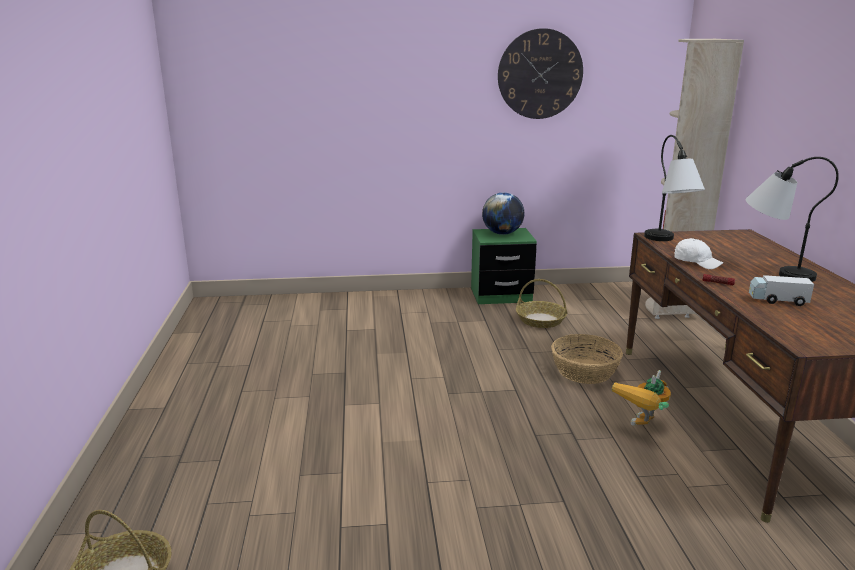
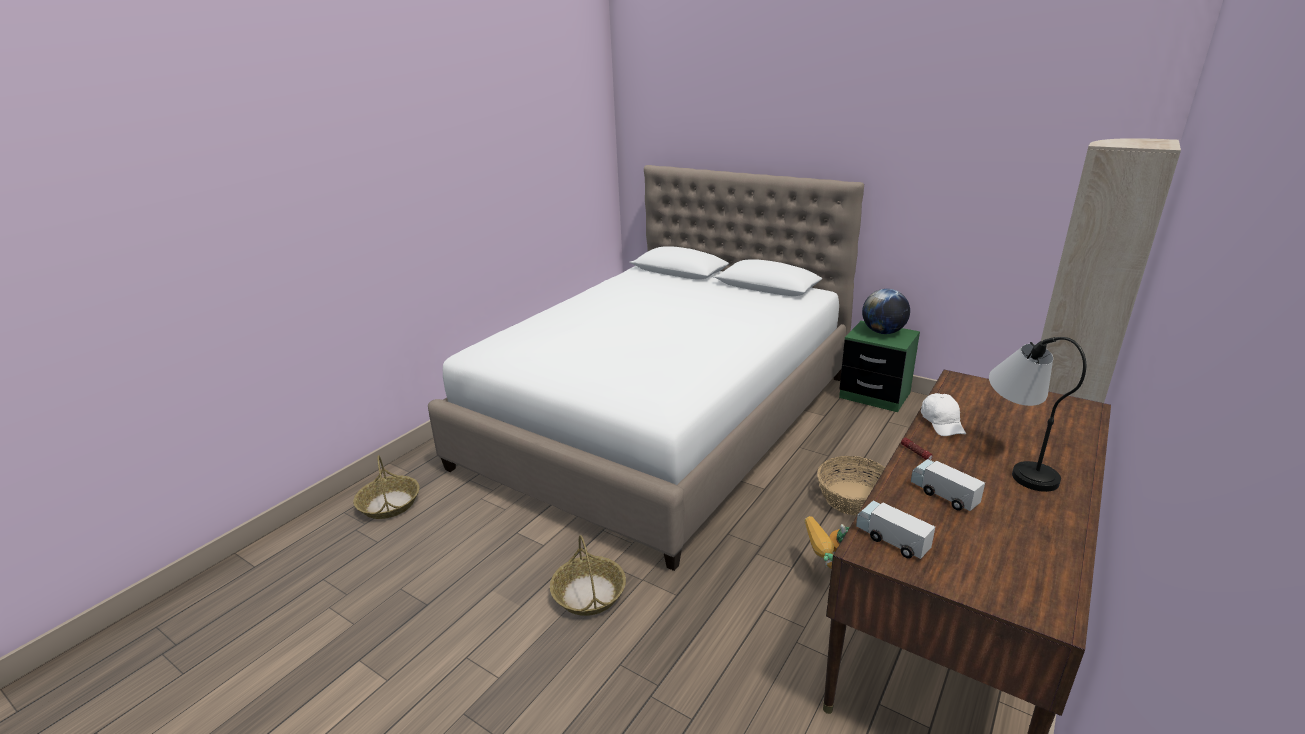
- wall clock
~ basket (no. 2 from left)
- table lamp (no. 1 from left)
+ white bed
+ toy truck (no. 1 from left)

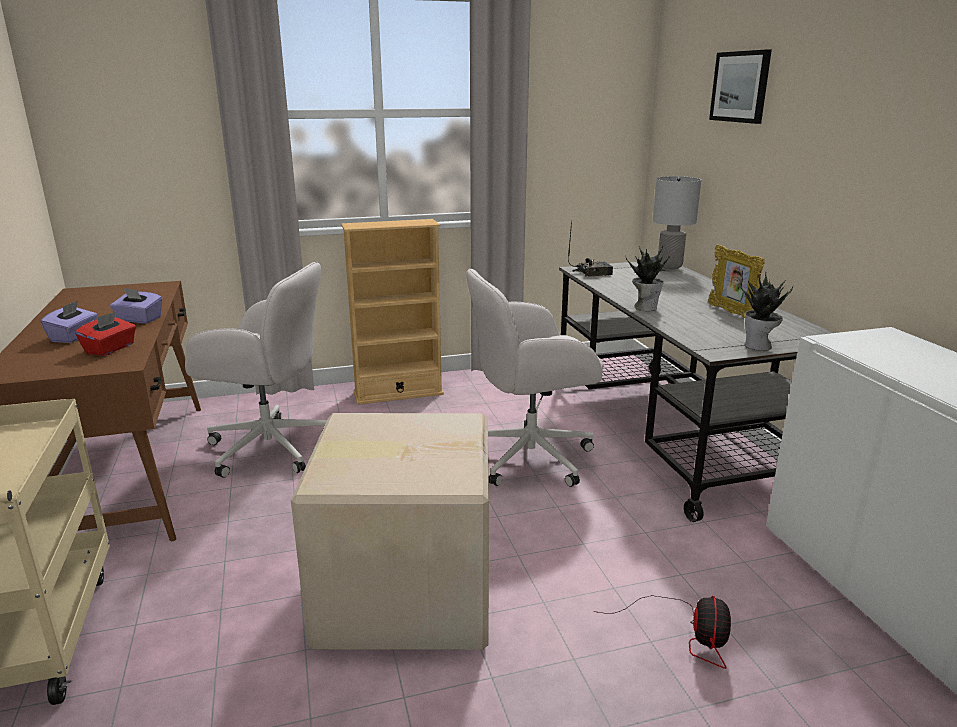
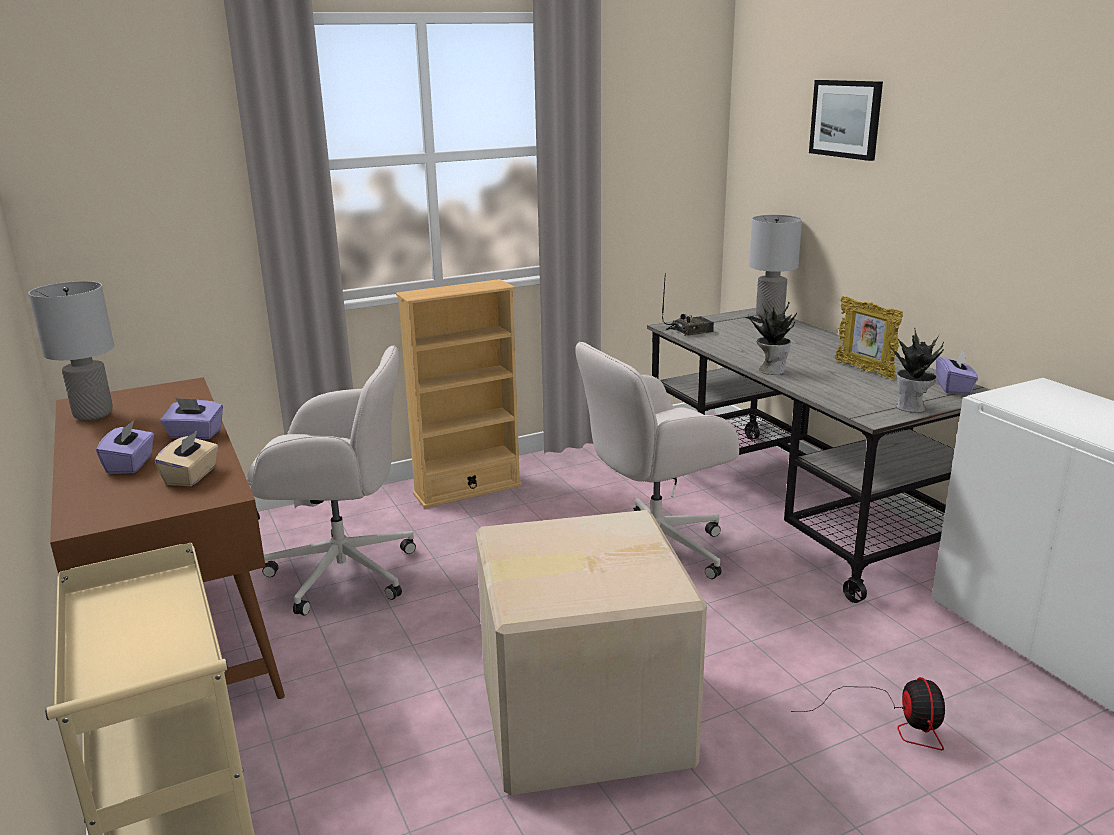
~ red tissue box to beige tissue box
+ grey table lamp (no. 1 from left)
+ purple tissue box (no. 3 from left)

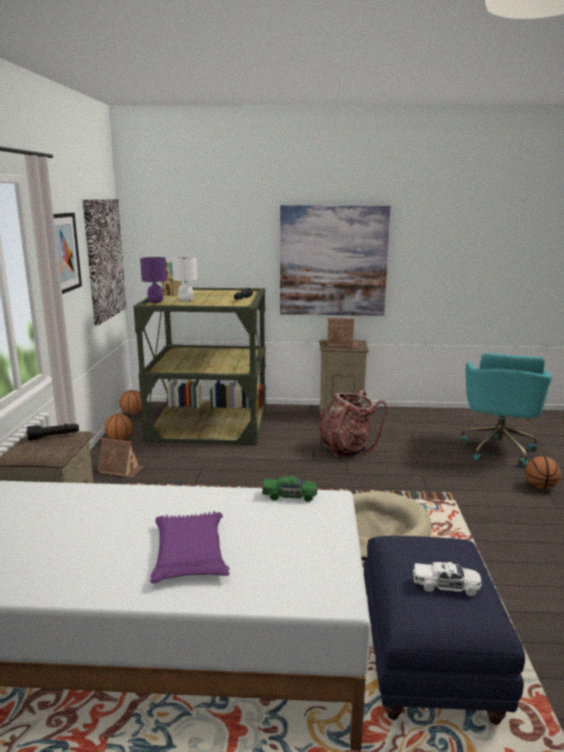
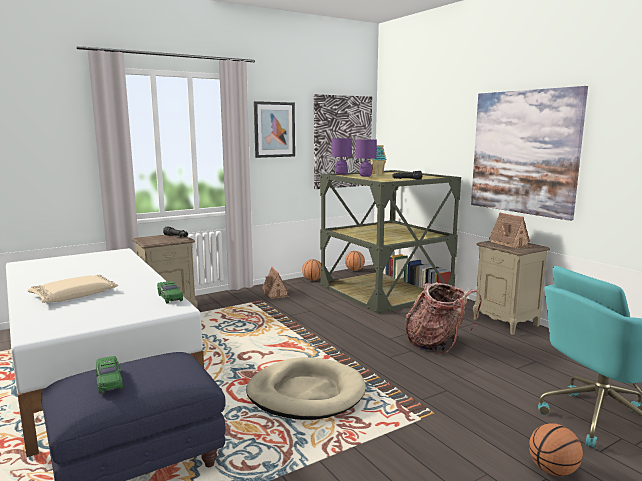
~ purple pillow to beige pillow
~ white table lamp to purple table lamp (no. 2 from left)
~ white toy car to green toy car (no. 1 from left)

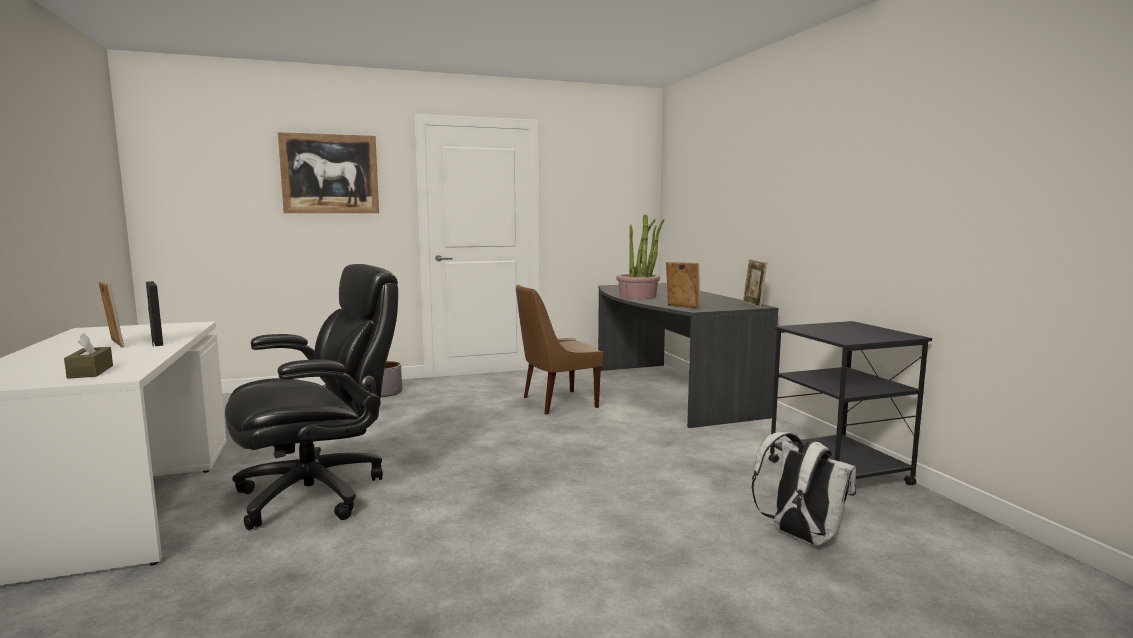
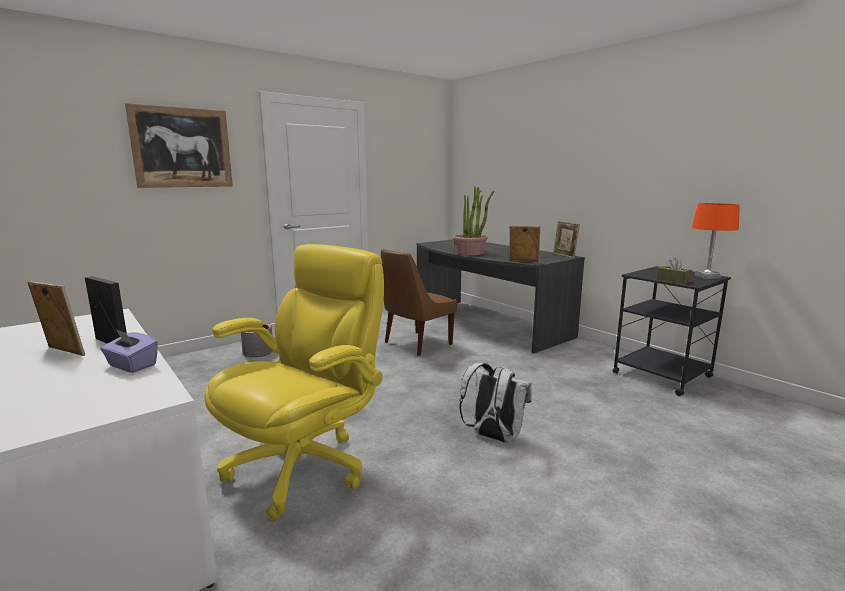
~ brown tissue box
~ black office chair to yellow office chair
~ white backpack
+ purple tissue box
+ orange table lamp

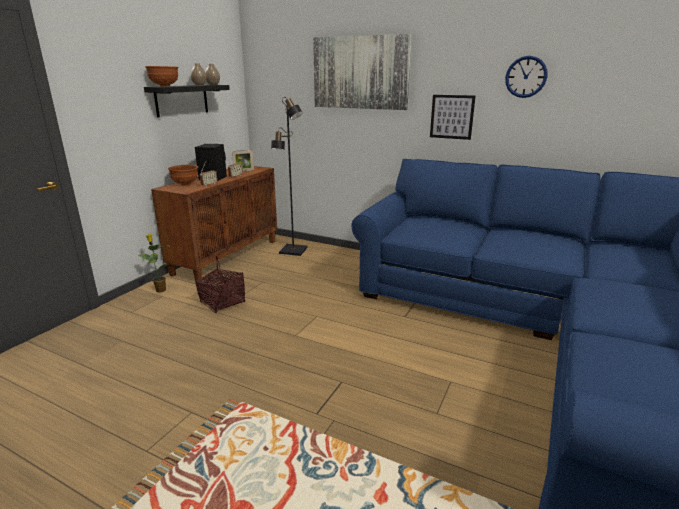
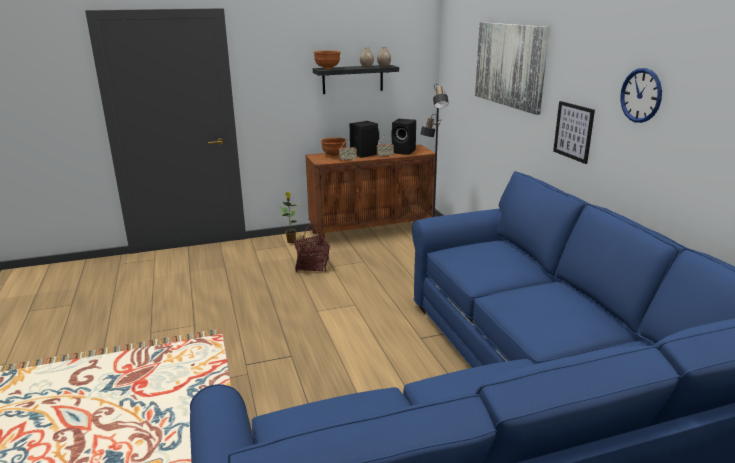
~ picture frame to black speaker (no. 2 from left)

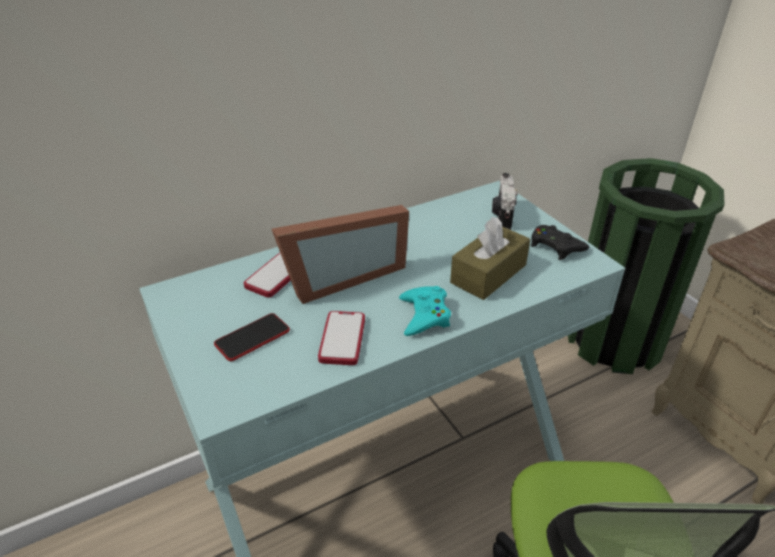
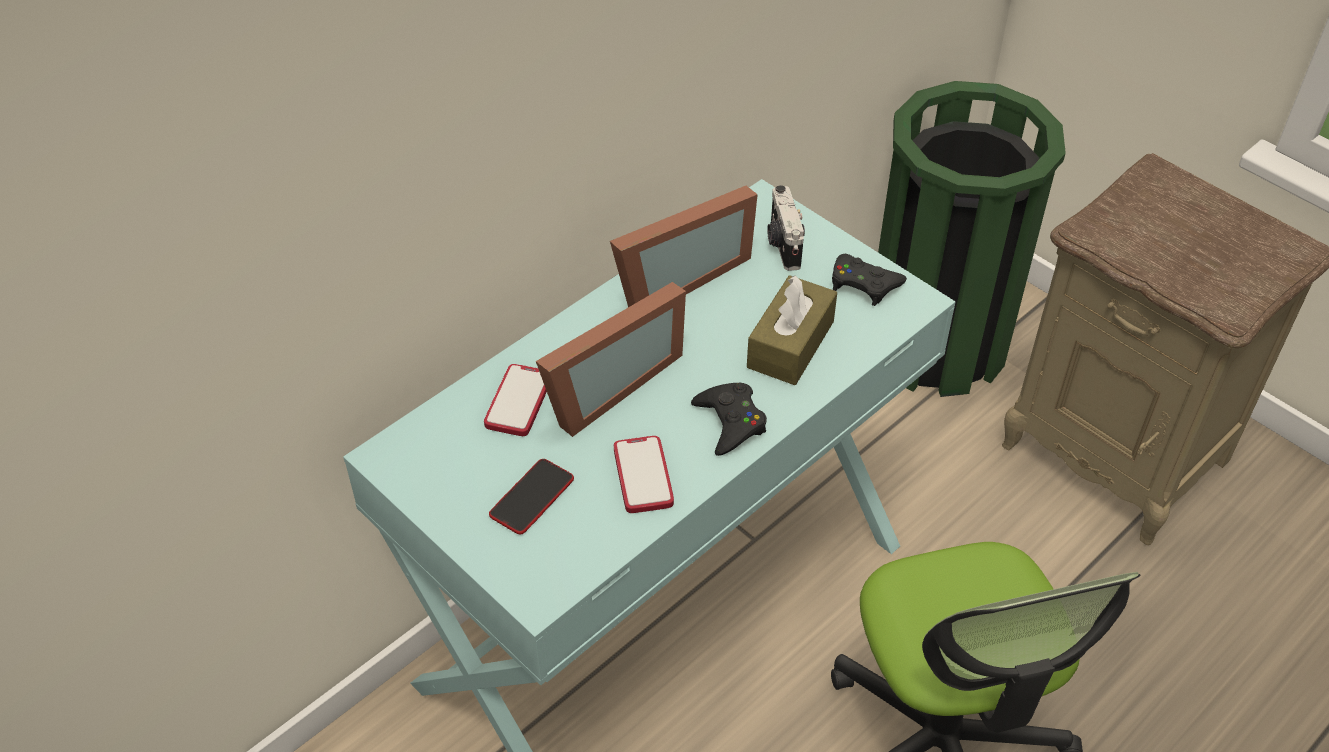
~ turquoise game controller to black game controller (no. 1 from left)
+ picture frame (no. 2 from left)

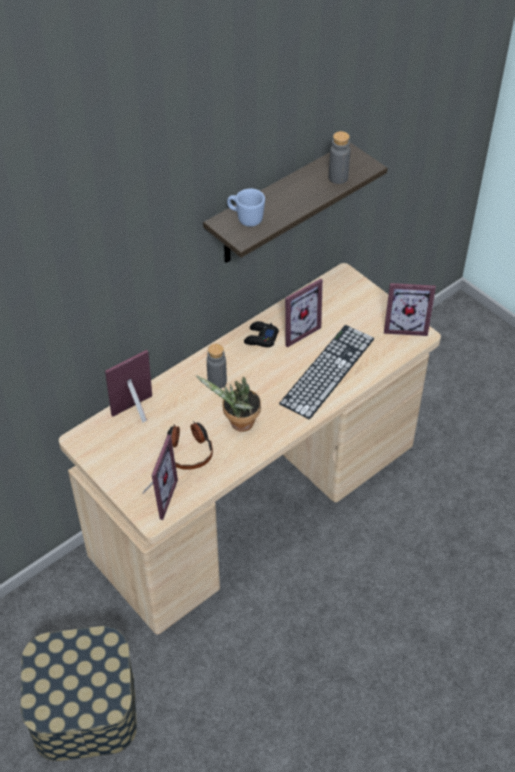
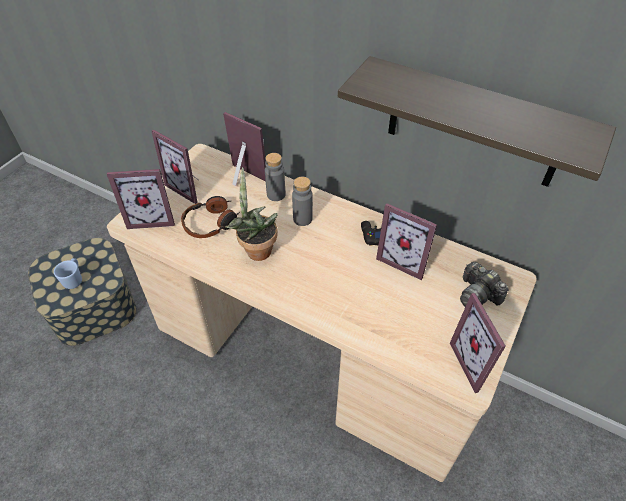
~ blue mug
- keyboard
~ grey bottle (no. 2 from left in the first image) to grey bottle (no. 1 from left)
+ picture frame (no. 2 from left)
+ photo camera

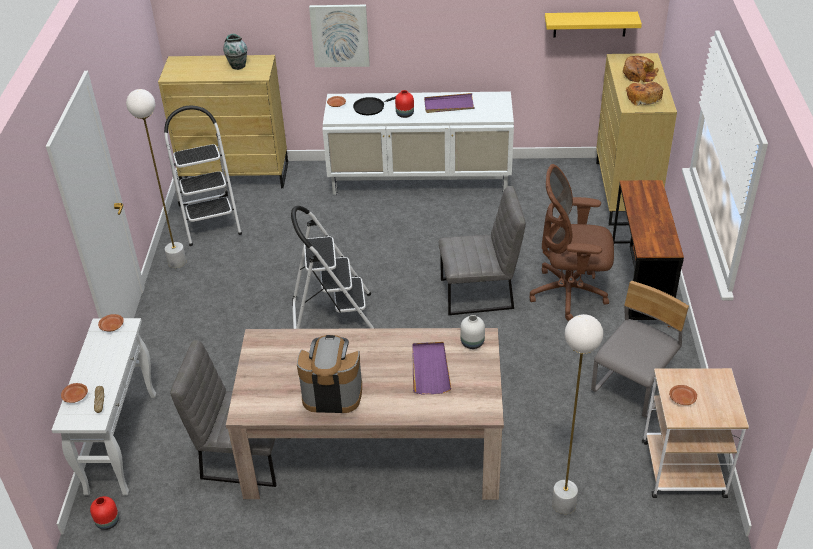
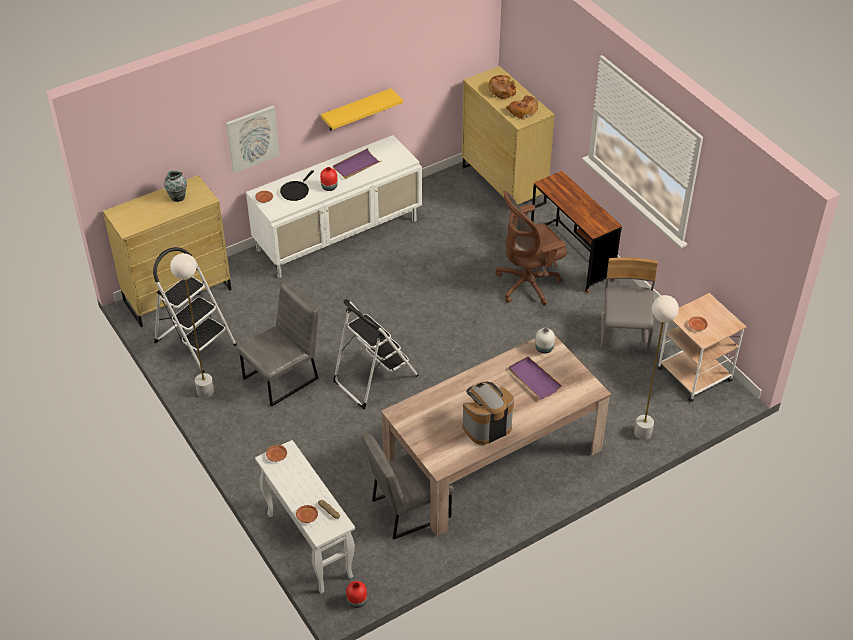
~ grey chair (no. 2 from left in the first image) to grey chair (no. 1 from left)
~ yellow shelf

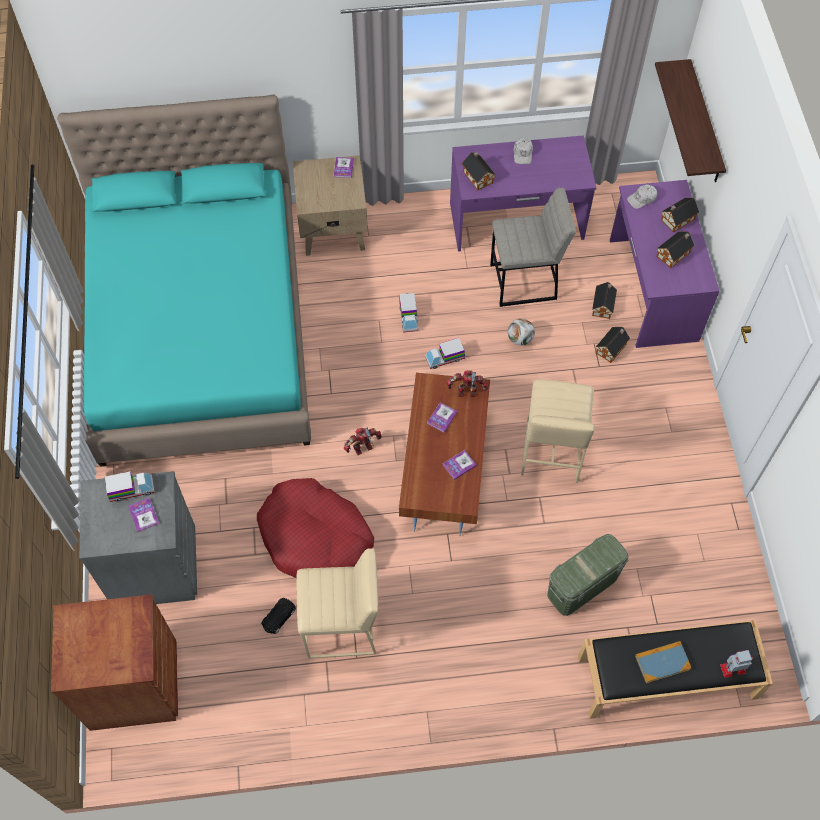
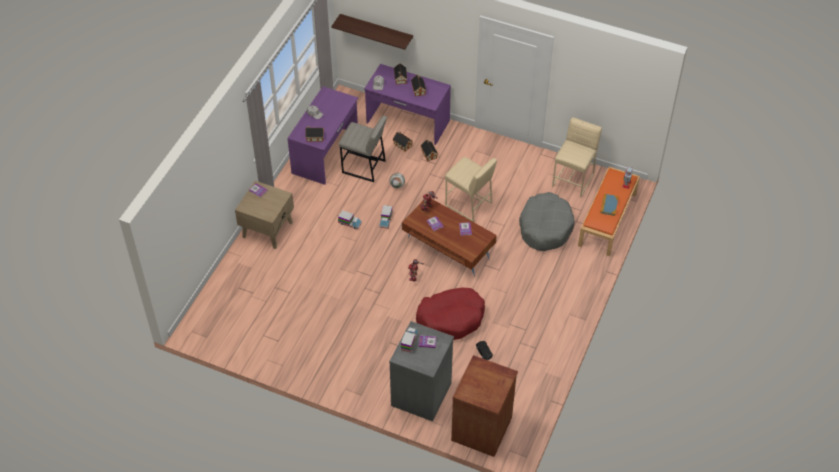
- turquoise bed
~ beige stool (no. 1 from left in the first image) to beige stool (no. 2 from left)
~ grey chair 90 degrees clockwise
~ green storage box to grey dog bed
~ black bench to orange bench

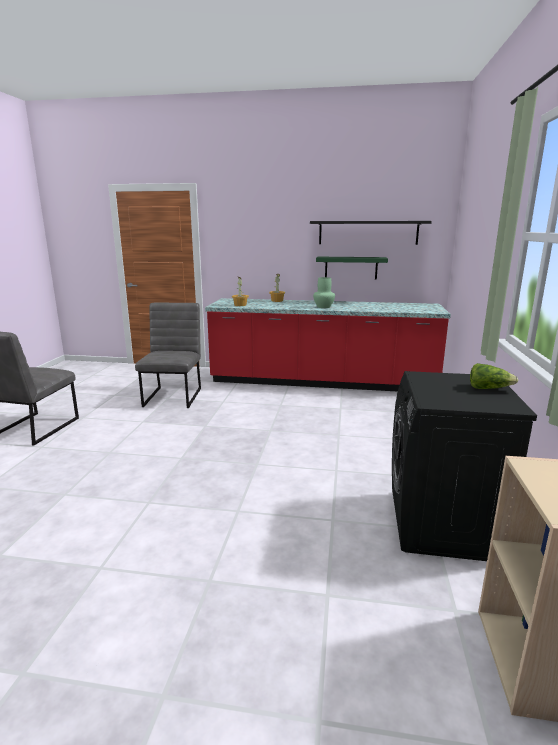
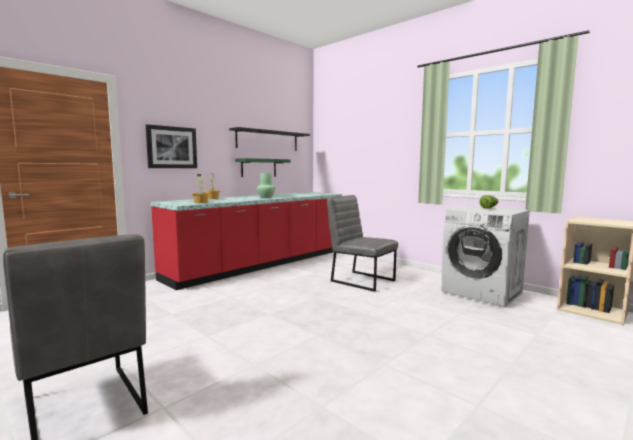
~ grey chair (no. 2 from left)
~ black washing machine to white washing machine
+ picture

